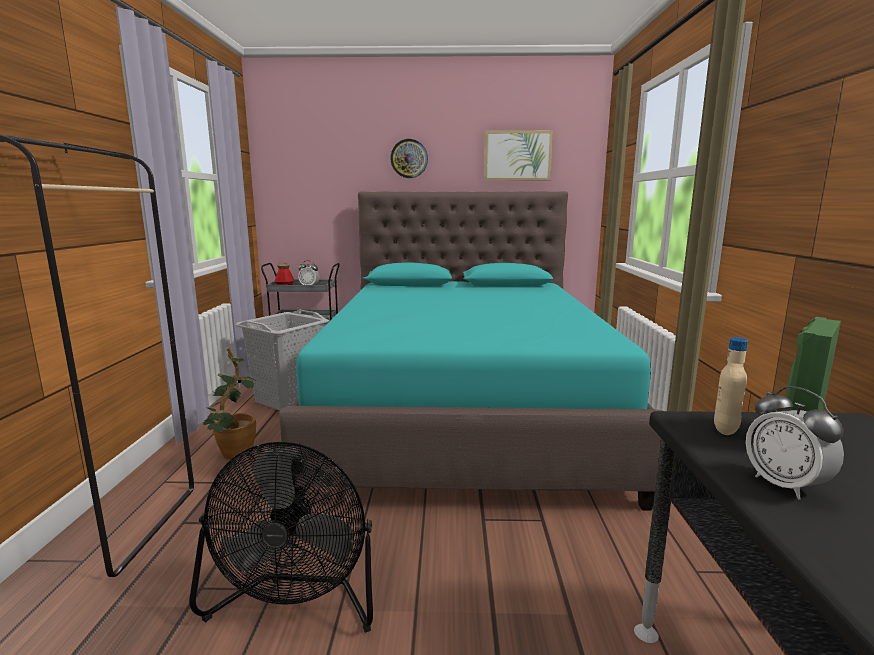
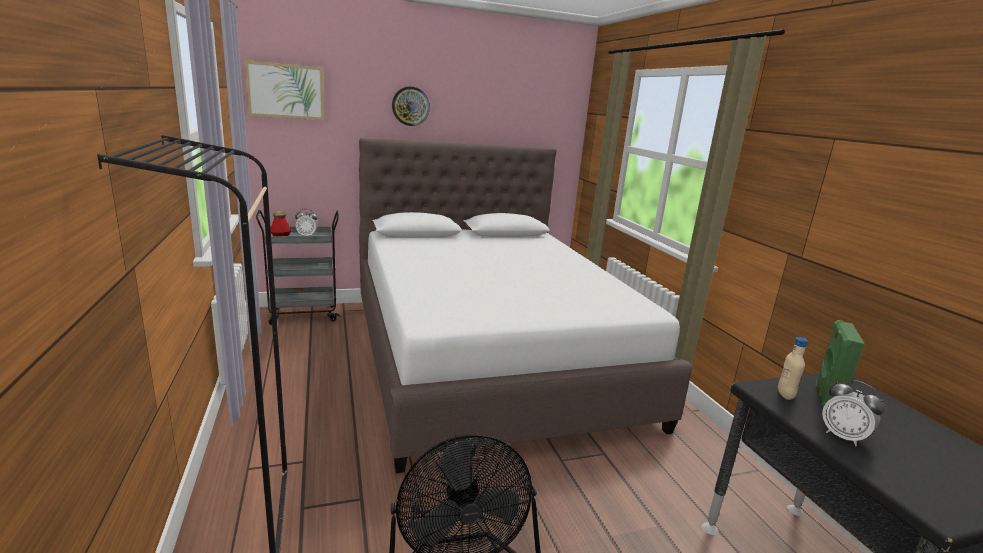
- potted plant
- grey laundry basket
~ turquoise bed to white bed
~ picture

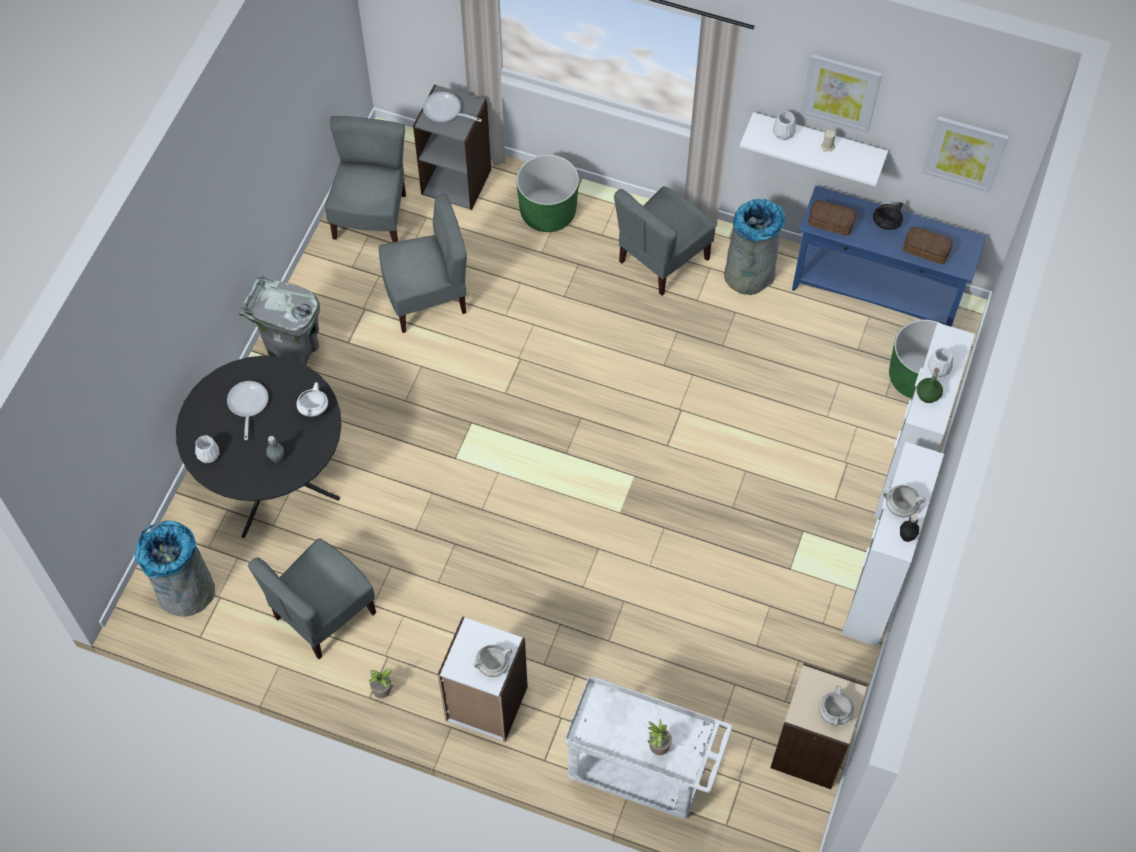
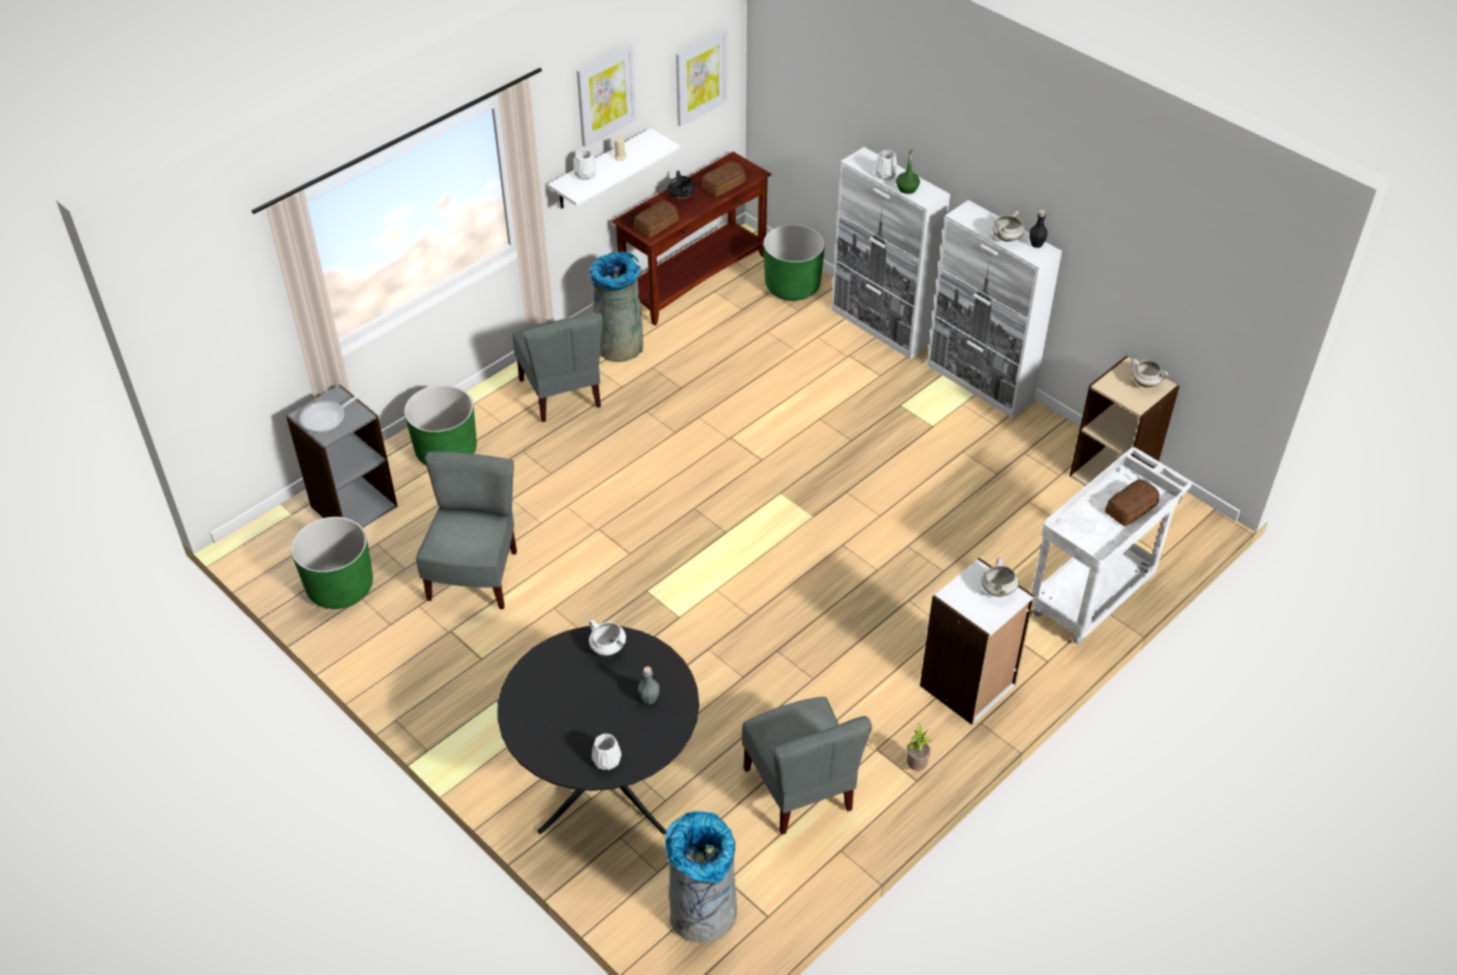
- frying pan (no. 1 from left)
- grey trash can (no. 2 from left)
~ grey chair (no. 2 from left) to green planter (no. 1 from left)
~ potted plant (no. 2 from left) to bread (no. 3 from left)
~ blue console table to brown console table

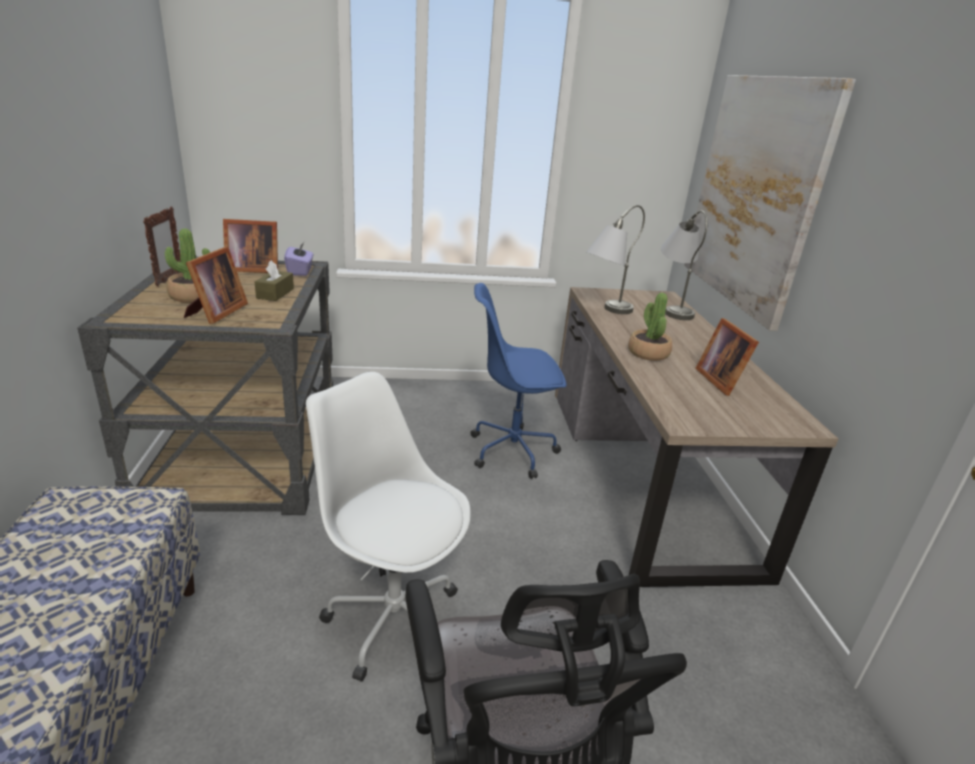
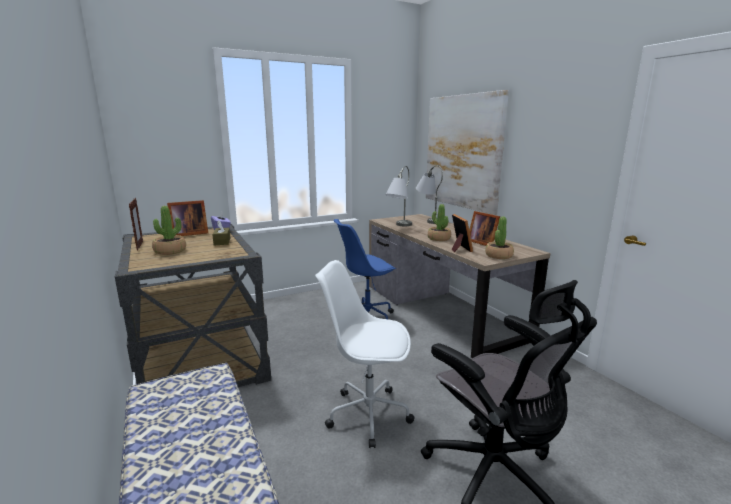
~ picture frame (no. 2 from left in the first image) to picture frame (no. 3 from left)
+ potted plant (no. 3 from left)

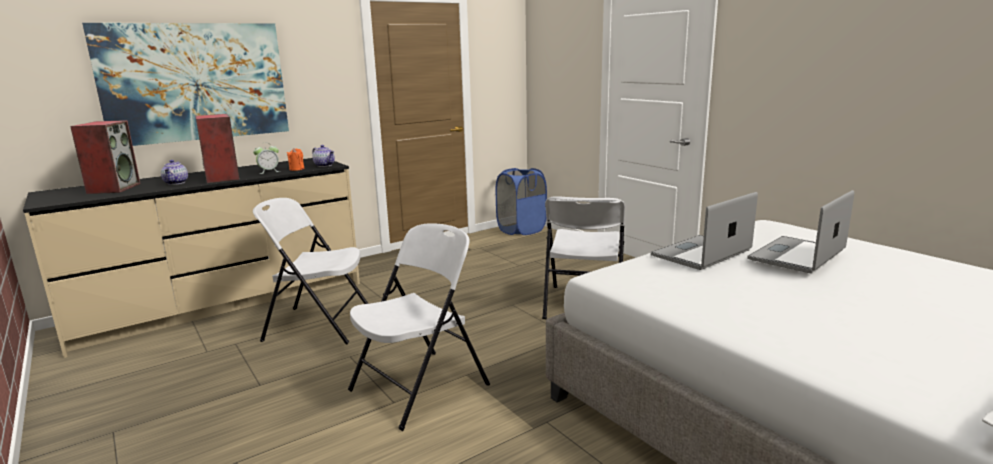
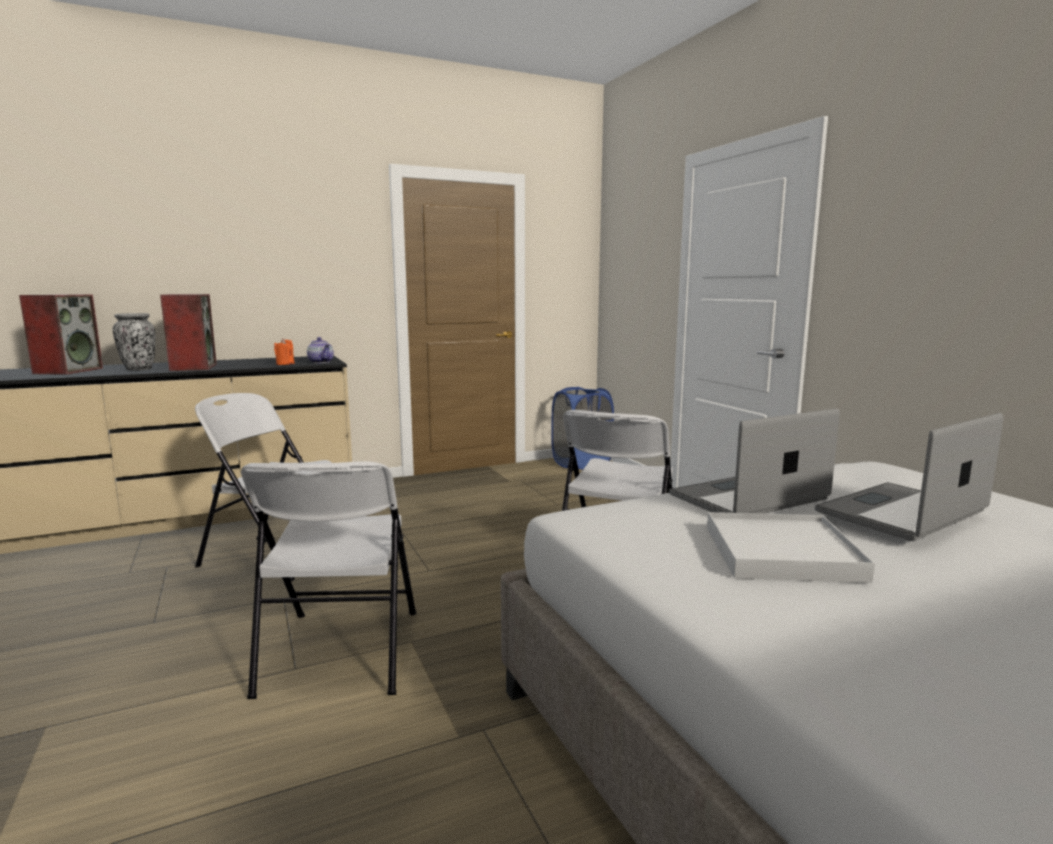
- picture
~ teapot (no. 1 from left) to vase
- alarm clock
~ white chair (no. 2 from left) 120 degrees clockwise
+ white tray

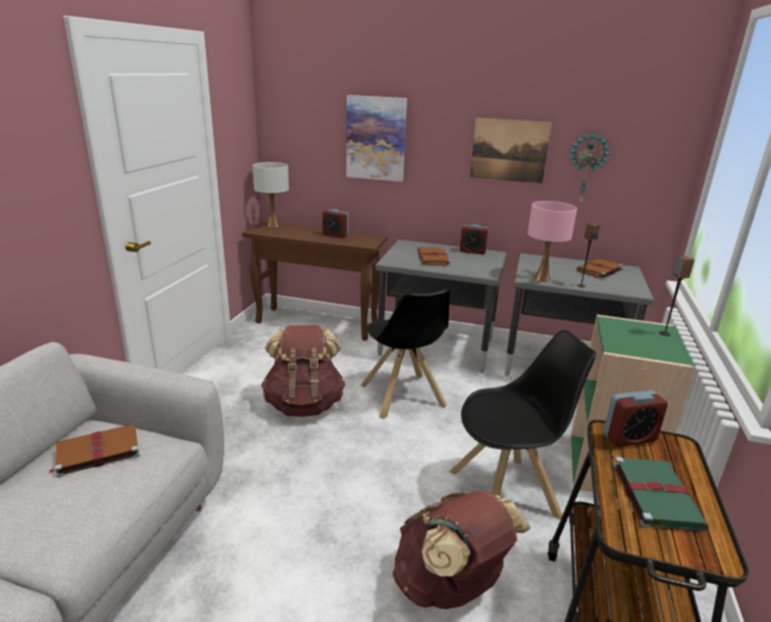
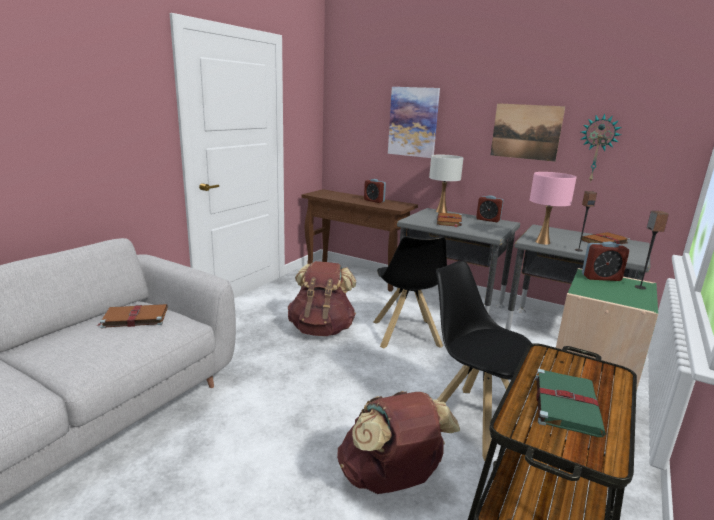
~ white table lamp
~ black chair (no. 2 from left) 135 degrees counterclockwise
~ alarm clock (no. 3 from left)

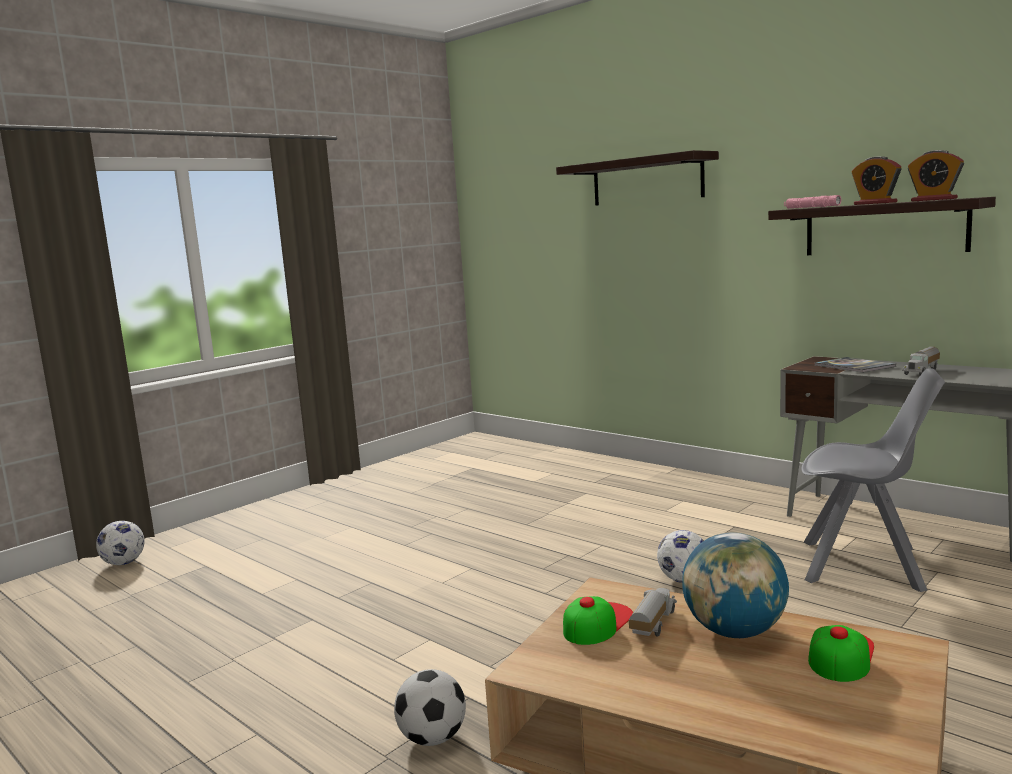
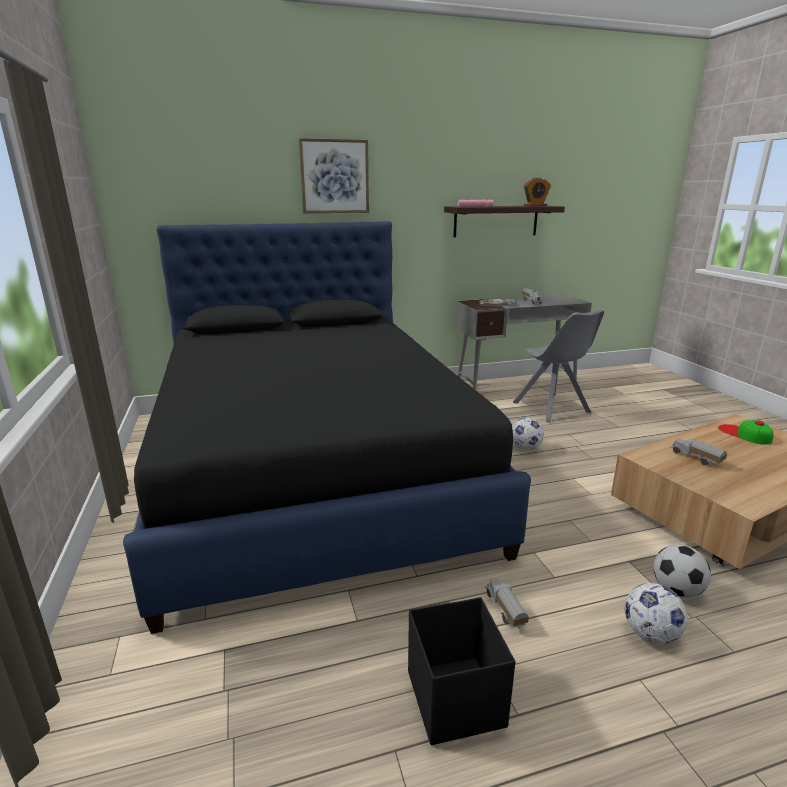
~ football (no. 1 from left in the first image) to football (no. 2 from left)
~ shelf (no. 1 from left) to picture
- cap (no. 1 from left)
- globe
~ grey chair 105 degrees clockwise
- alarm clock (no. 1 from left)
+ black bed
+ black storage box
+ toy truck (no. 1 from left)

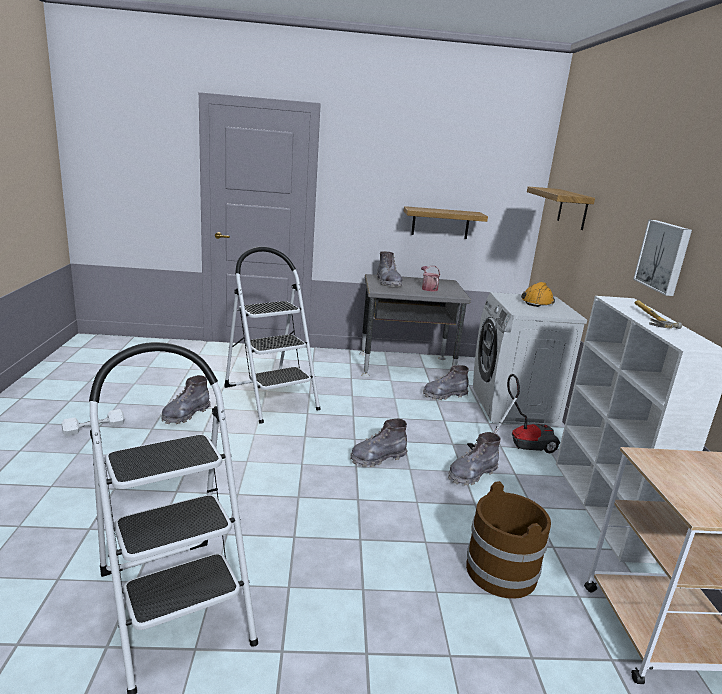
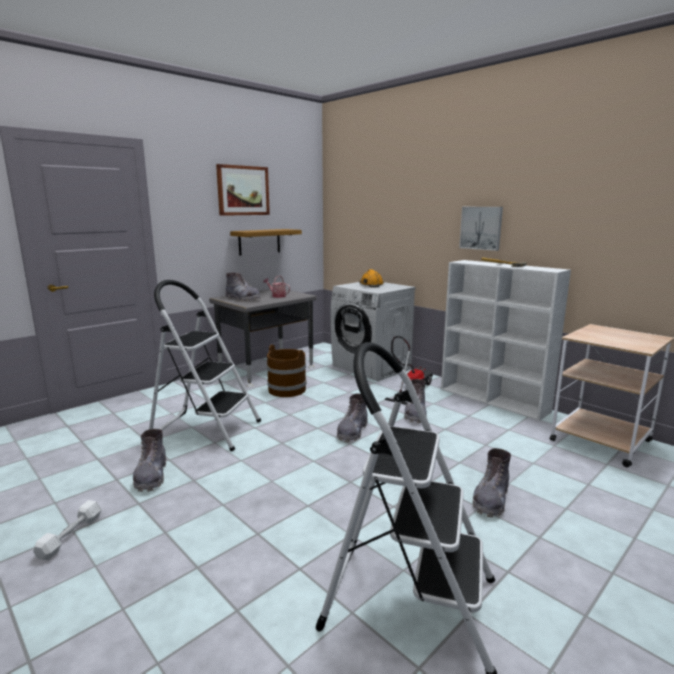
~ grey boot (no. 4 from left in the first image) to grey boot (no. 5 from left)
~ brown bucket
- shelf (no. 2 from left)
+ picture (no. 1 from left)

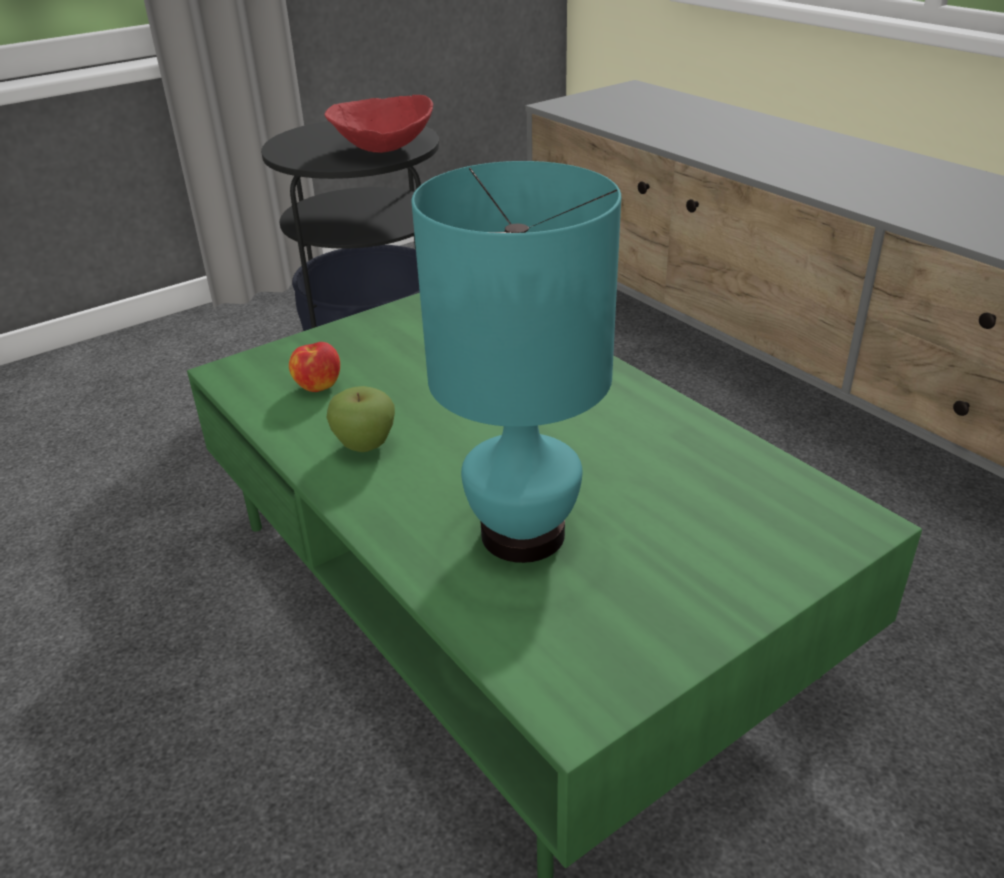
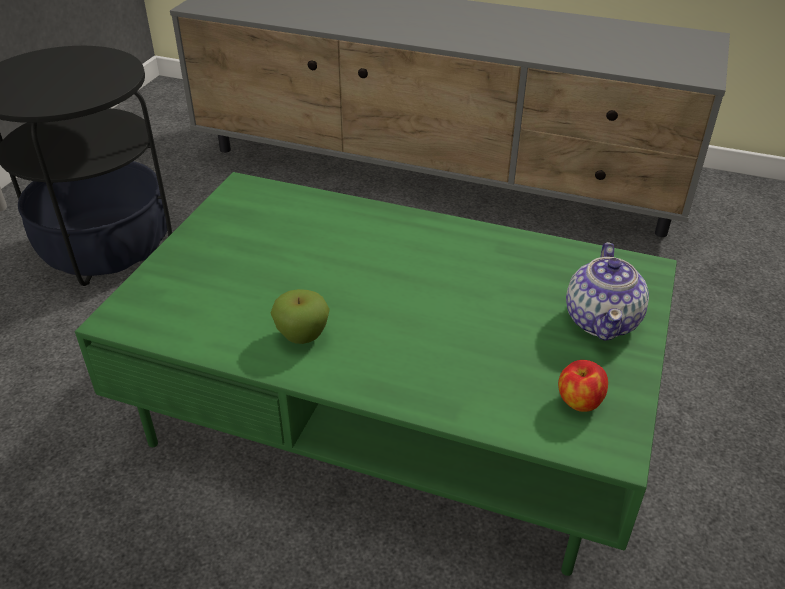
~ apple (no. 1 from left in the first image) to apple (no. 2 from left)
- red bowl
- turquoise table lamp
+ teapot

